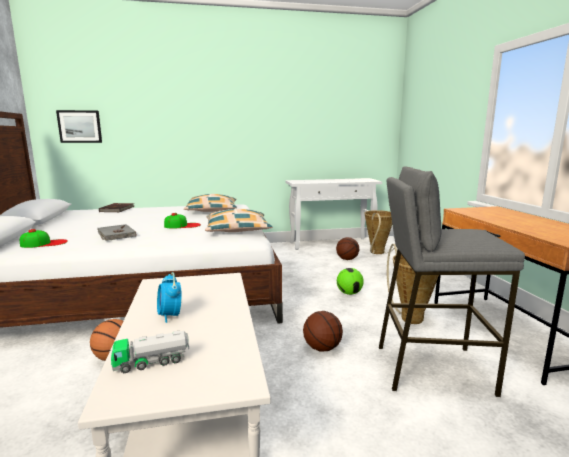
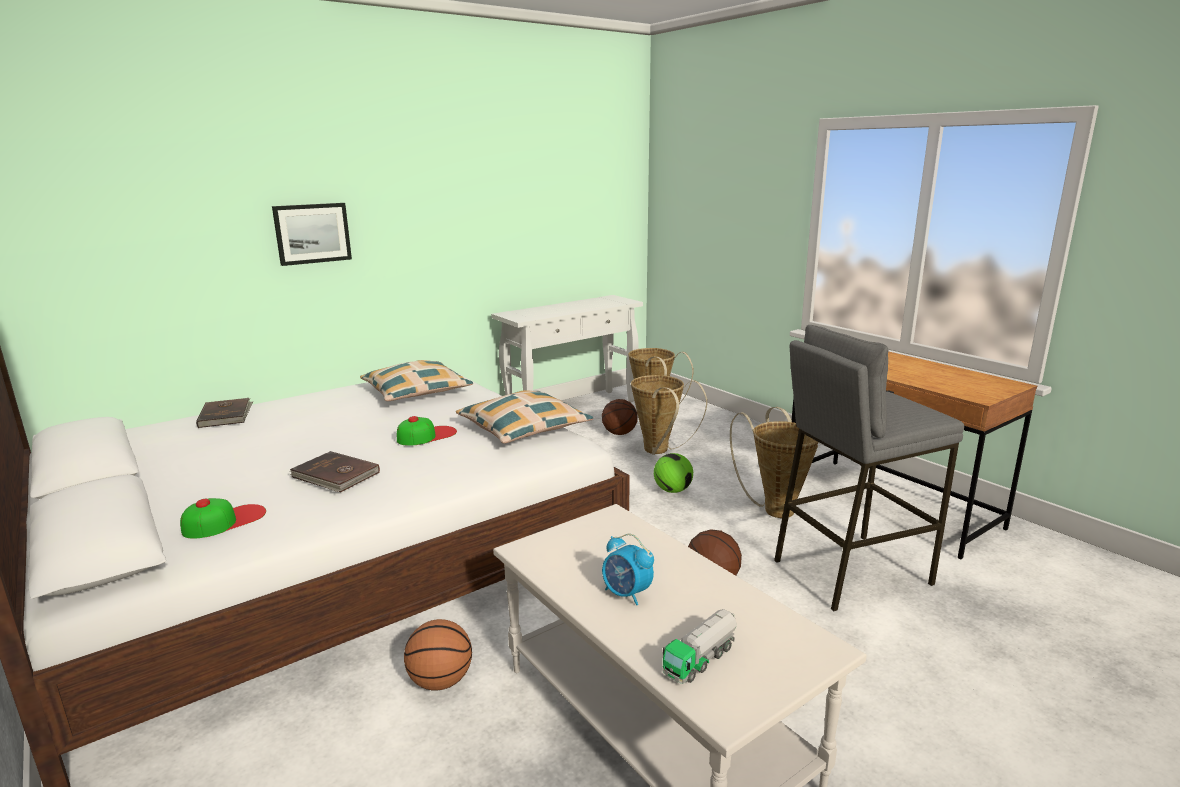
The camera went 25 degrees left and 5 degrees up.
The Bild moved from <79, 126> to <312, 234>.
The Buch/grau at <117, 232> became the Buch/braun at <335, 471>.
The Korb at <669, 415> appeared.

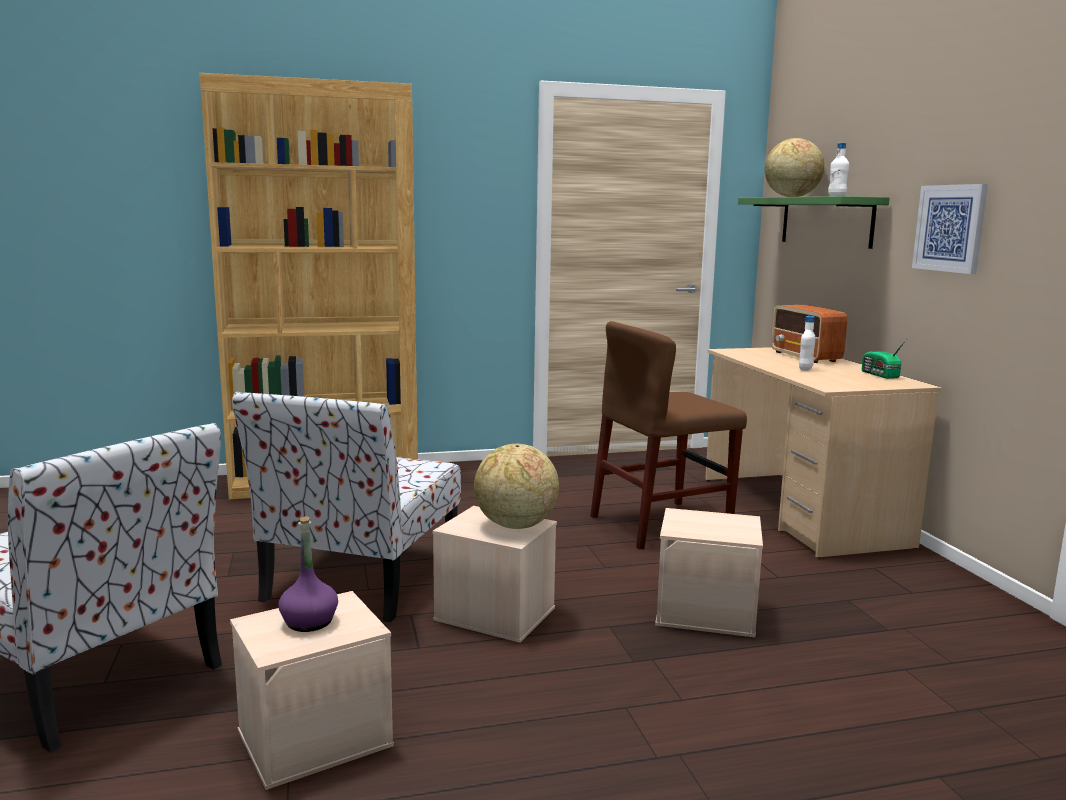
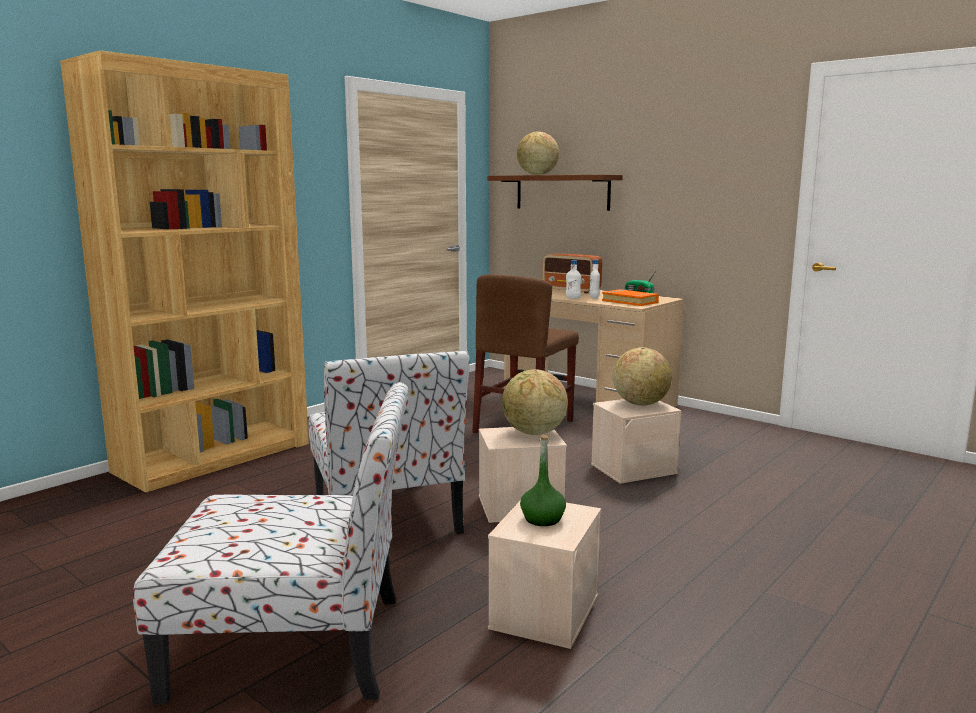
The camera went 35 degrees left and 0 degrees up.
The Flasche/lila at <308, 574> became the Flasche/grün at <543, 480>.
The Wandregal/grün at <814, 222> became the Wandregal/braun at <555, 193>.
The Flasche/weiß moved from <838, 169> to <573, 279>.
The Bild at <950, 229> disappeared.
The Buch/orange at <630, 297> appeared.
The Globus at <642, 376> appeared.

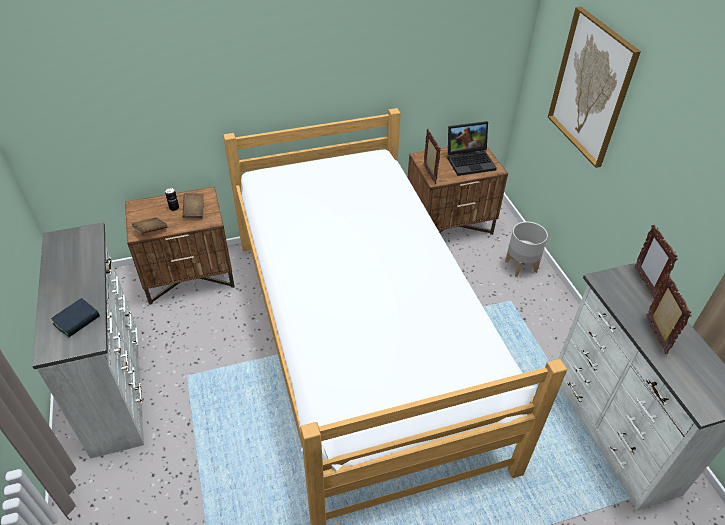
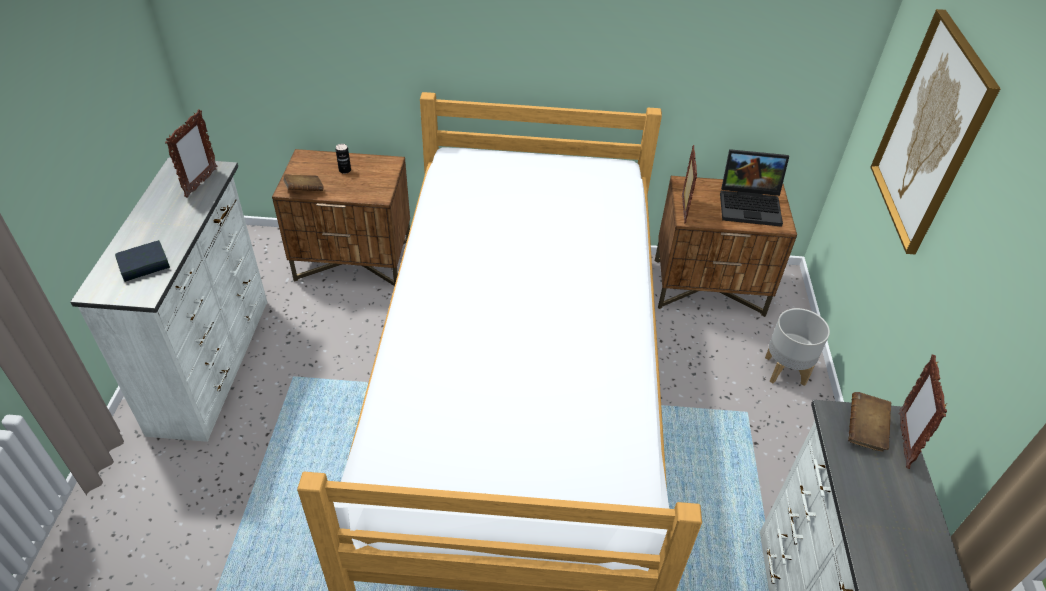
The camera went 20 degrees right and 0 degrees up.
The Buch/braun moved from <193, 206> to <869, 422>.
The Bilderrahmen moved from <669, 314> to <191, 153>.

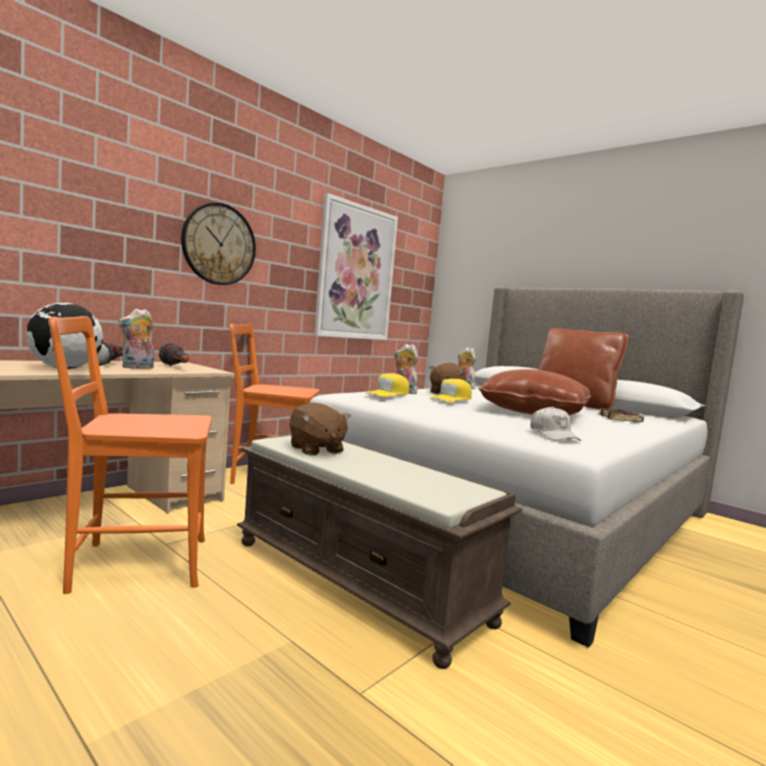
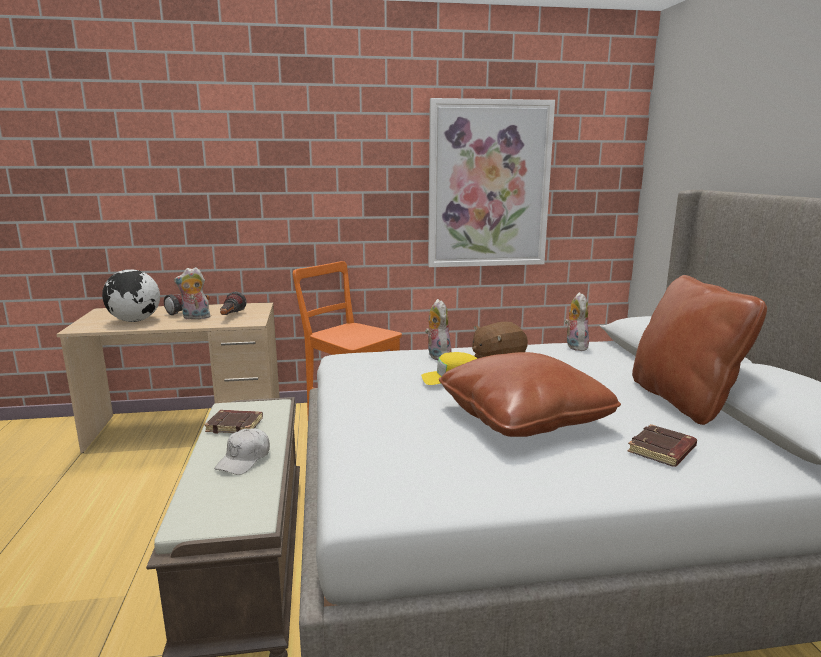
The camera went 40 degrees right and 10 degrees up.
The Stuhl/orange at <130, 455> disappeared.
The Wanduhr at <218, 244> disappeared.
The Plüschtier/braun at <320, 429> was replaced by the Buch/braun at <233, 421>.
The Kappe/gelb at <387, 385> disappeared.
The Kappe/weiß moved from <555, 423> to <242, 452>.

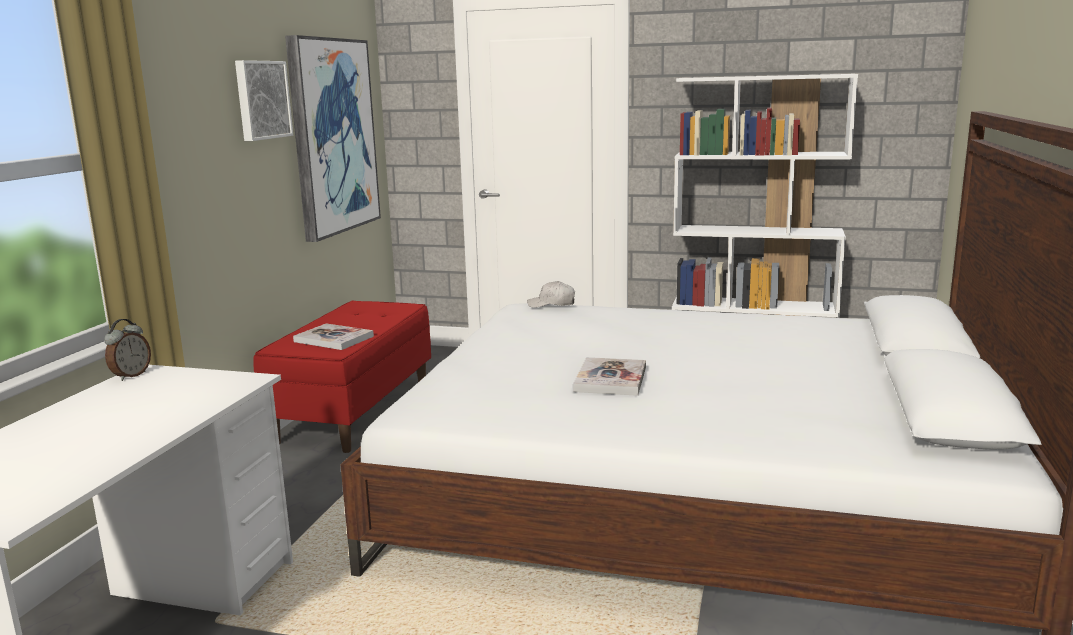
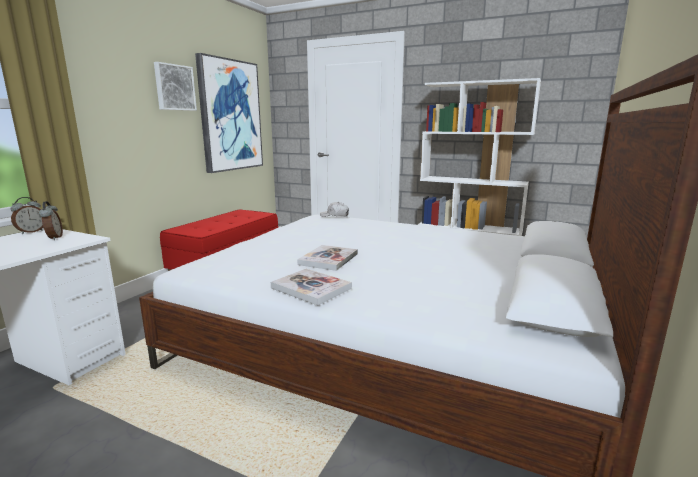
The camera went 10 degrees right and 0 degrees up.
The Buch moved from <333, 336> to <311, 287>.
The Wecker at <51, 220> appeared.

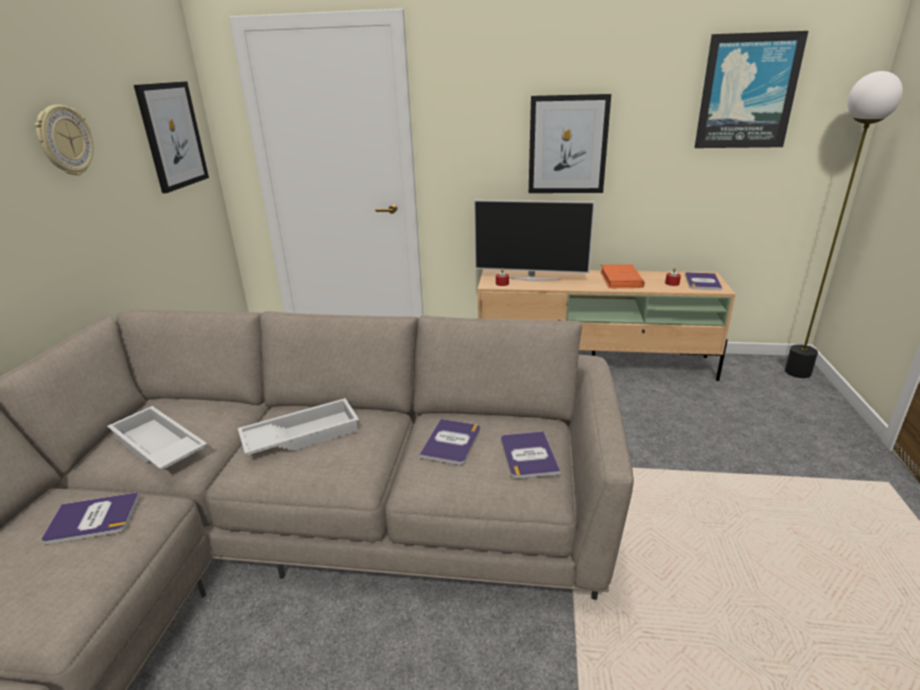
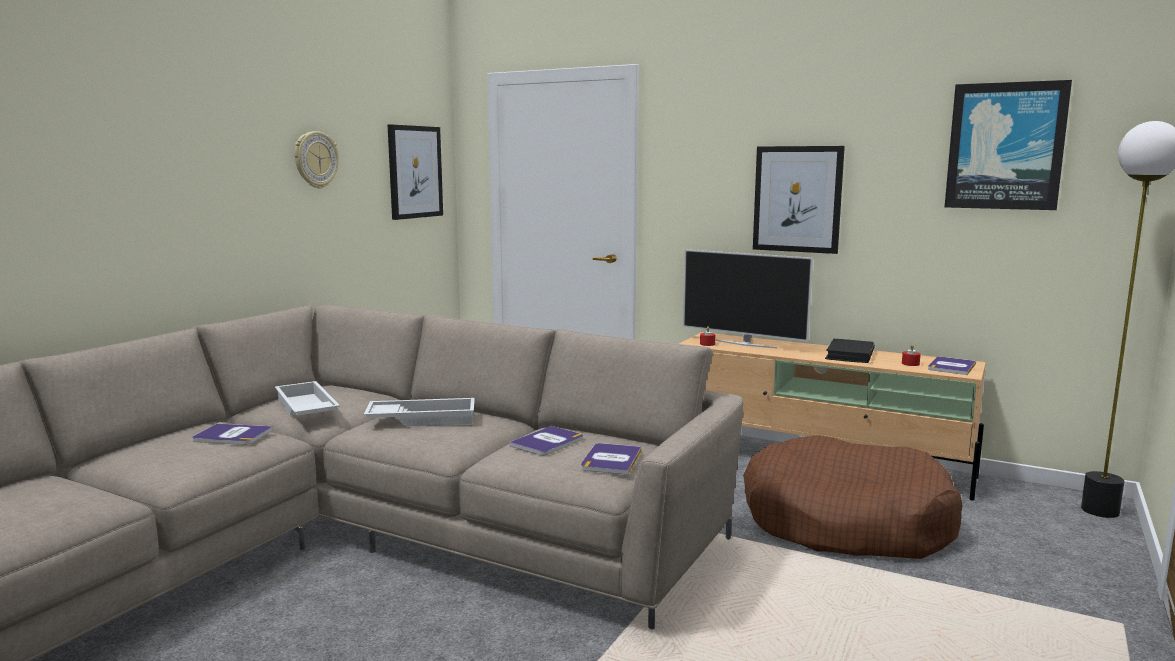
The camera went 20 degrees right and 15 degrees down.
The Buch/orange at <622, 276> became the Buch/schwarz at <850, 351>.
The Hundebett/braun at <853, 497> appeared.

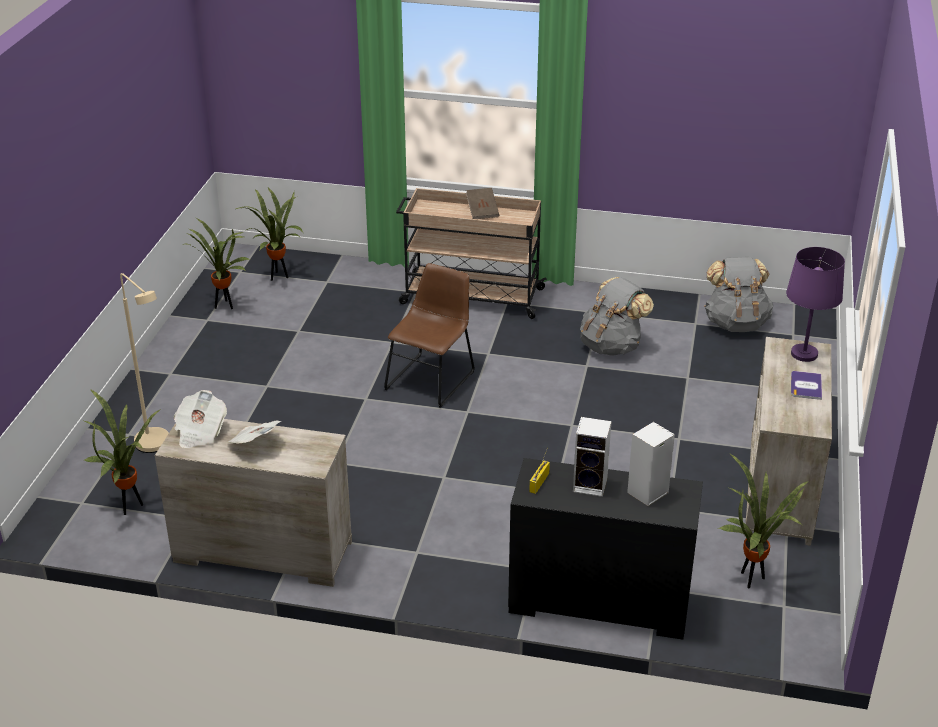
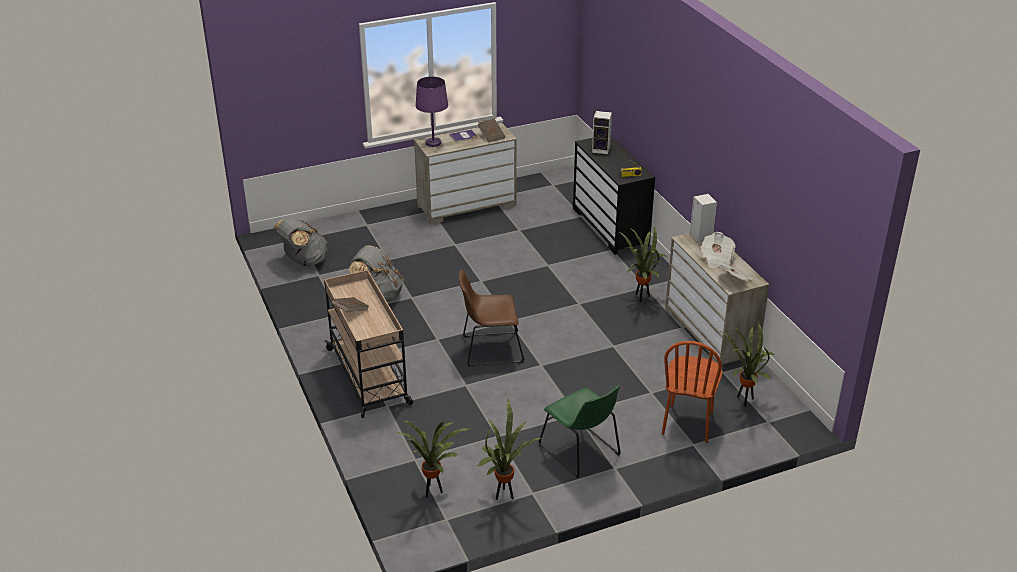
The camera went 125 degrees left and 0 degrees up.
The Stehlampe/beige at <144, 363> was replaced by the Stuhl/braun at <692, 392>.
The Lautsprecher moved from <592, 457> to <703, 218>.
The Topfpflanze moved from <763, 520> to <643, 264>.
The Buch/braun at <491, 130> appeared.
The Stuhl/grün at <580, 431> appeared.

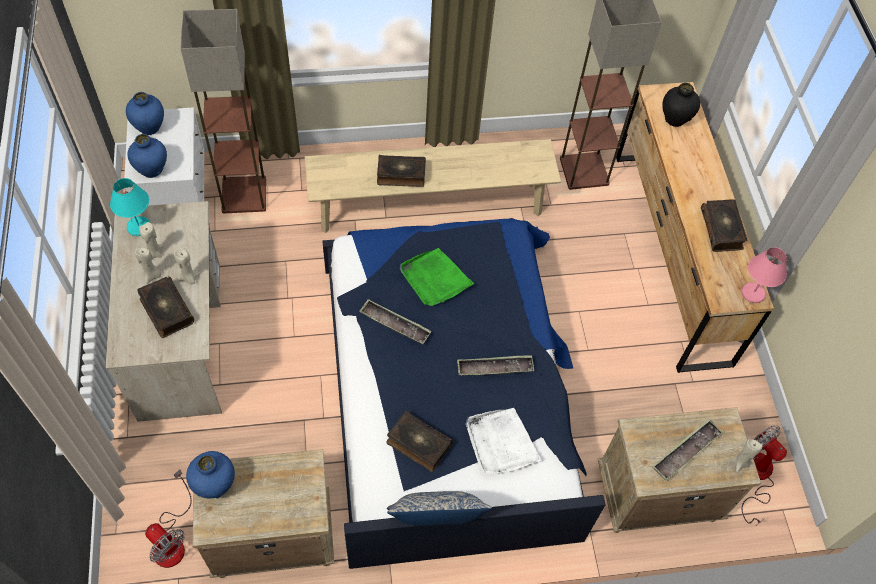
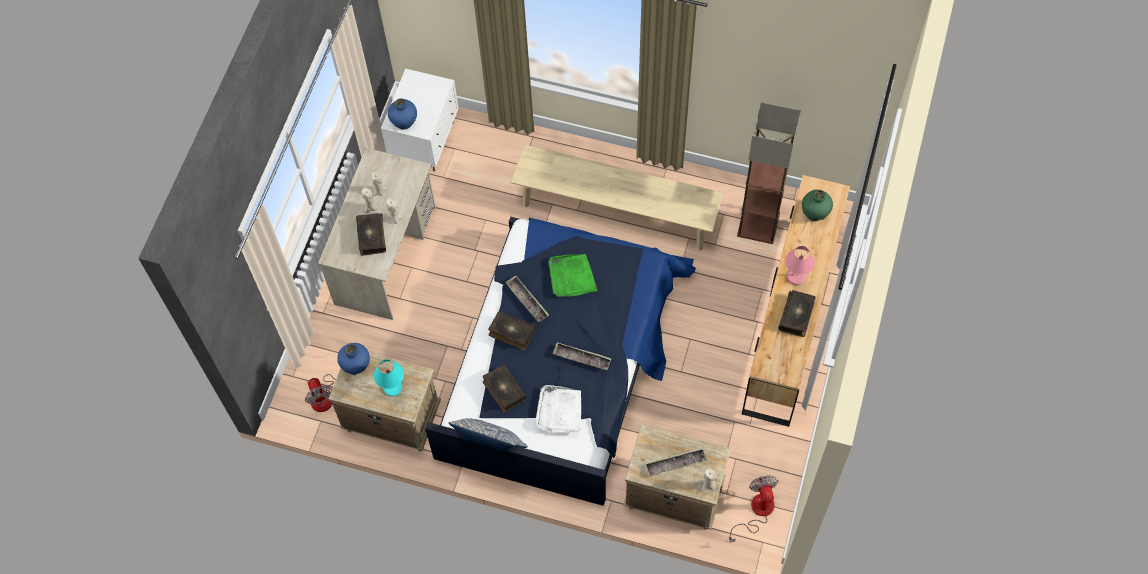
The camera went 30 degrees right and 5 degrees up.
The Tischlampe/türkis moved from <130, 207> to <389, 378>.
The Vase/blau at <145, 113> disappeared.
The Stehlampe at <223, 111> disappeared.
The Buch moved from <401, 171> to <512, 330>.
The Vase/schwarz at <681, 105> became the Vase/grün at <817, 205>.
The Tischlampe/rosa moved from <764, 275> to <800, 265>.

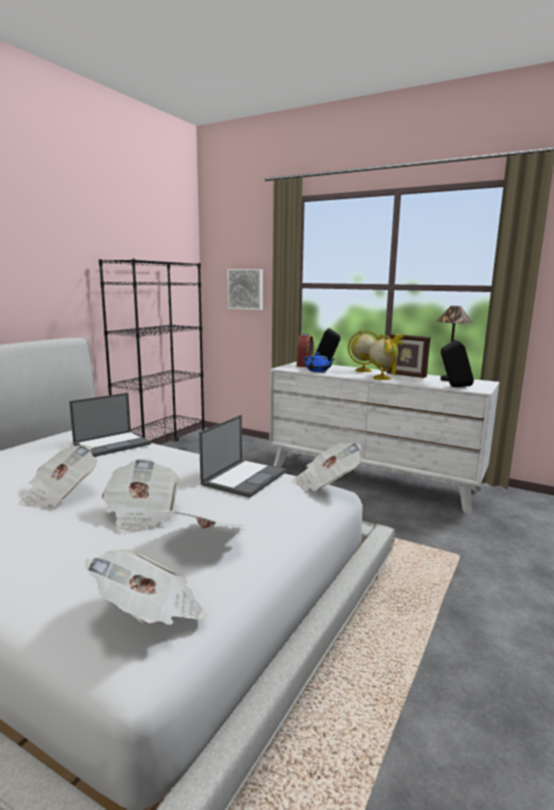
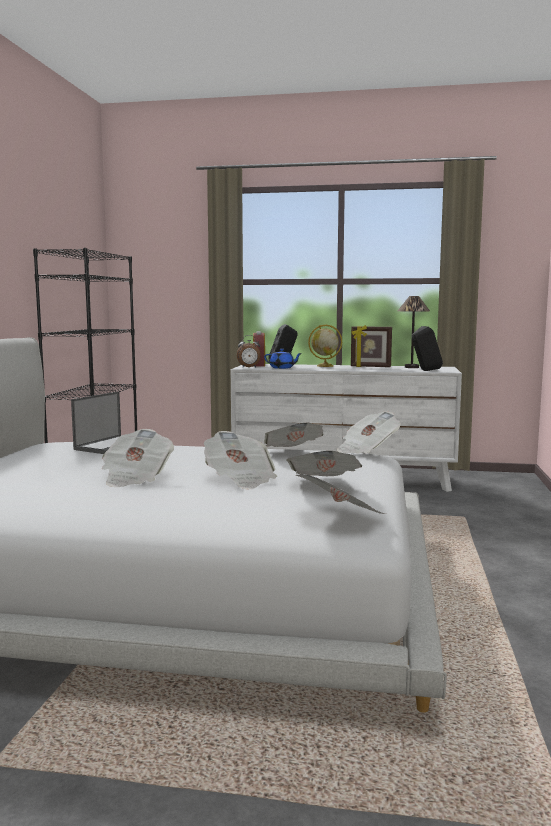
The camera went 20 degrees left and 5 degrees down.
The Laptop at <243, 456> was replaced by the Zeitung at <294, 435>.
The Bild at <245, 289> disappeared.
The Globus at <383, 357> disappeared.
The Wecker at <249, 351> appeared.

